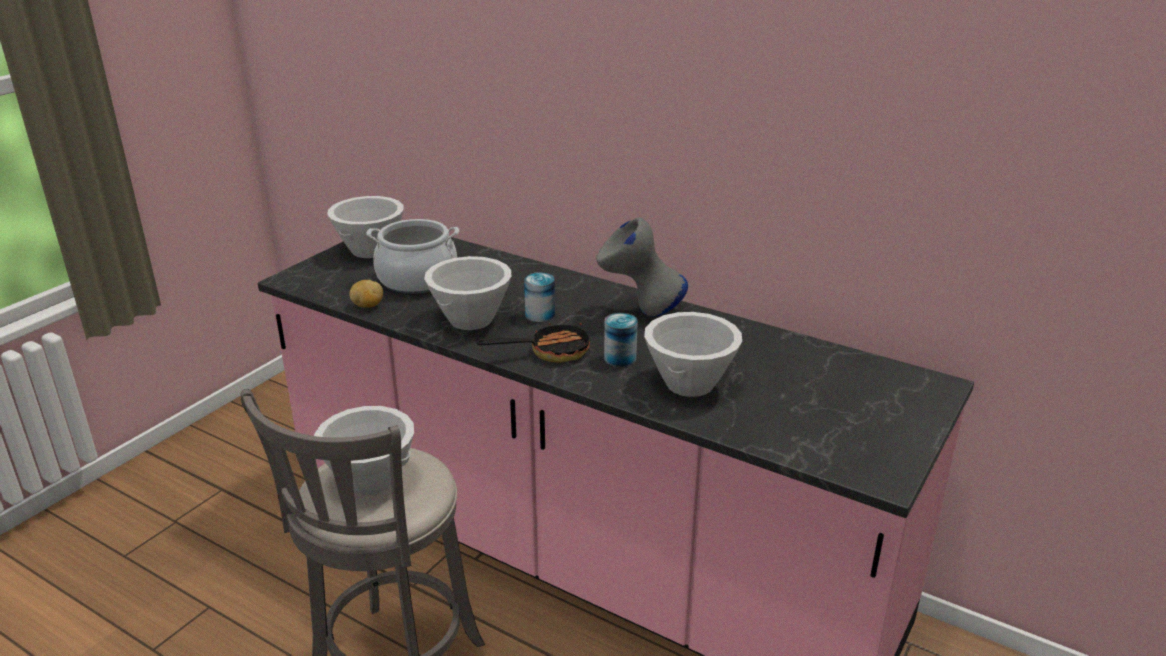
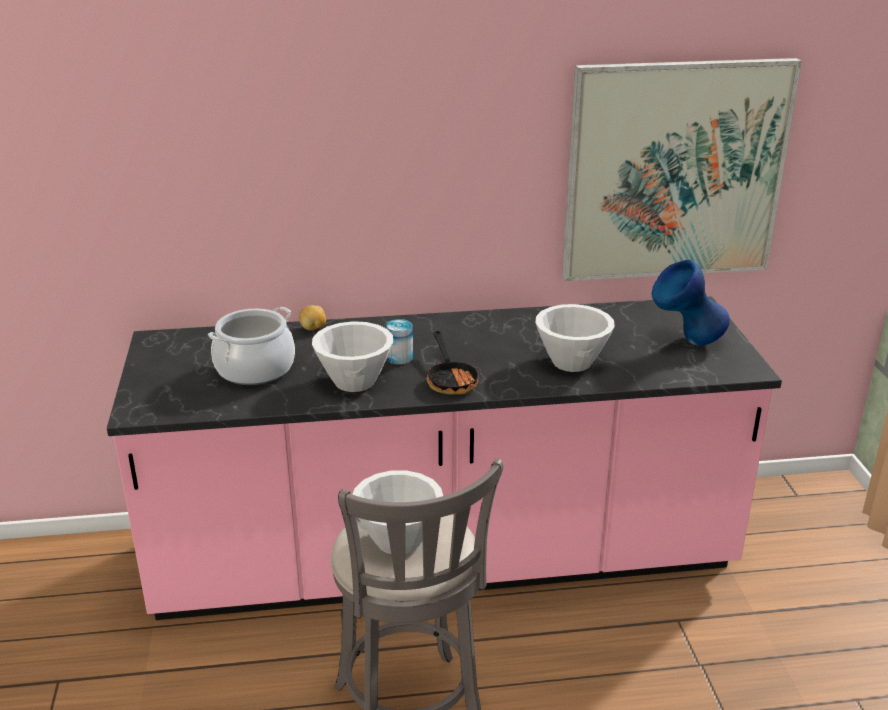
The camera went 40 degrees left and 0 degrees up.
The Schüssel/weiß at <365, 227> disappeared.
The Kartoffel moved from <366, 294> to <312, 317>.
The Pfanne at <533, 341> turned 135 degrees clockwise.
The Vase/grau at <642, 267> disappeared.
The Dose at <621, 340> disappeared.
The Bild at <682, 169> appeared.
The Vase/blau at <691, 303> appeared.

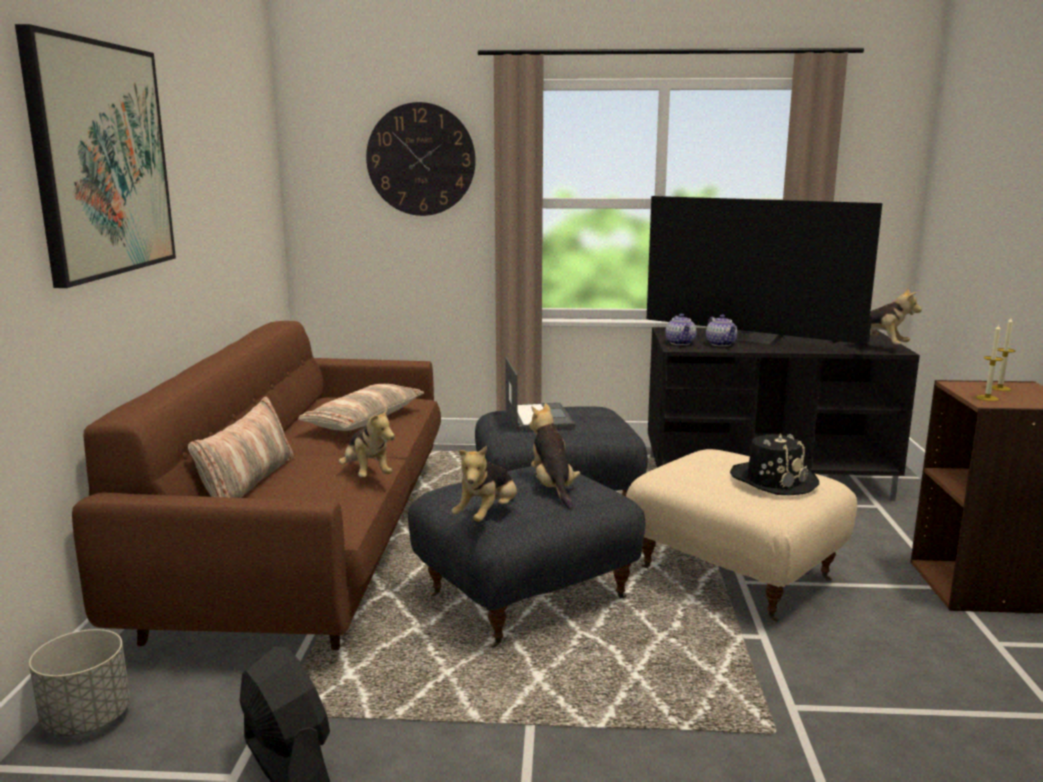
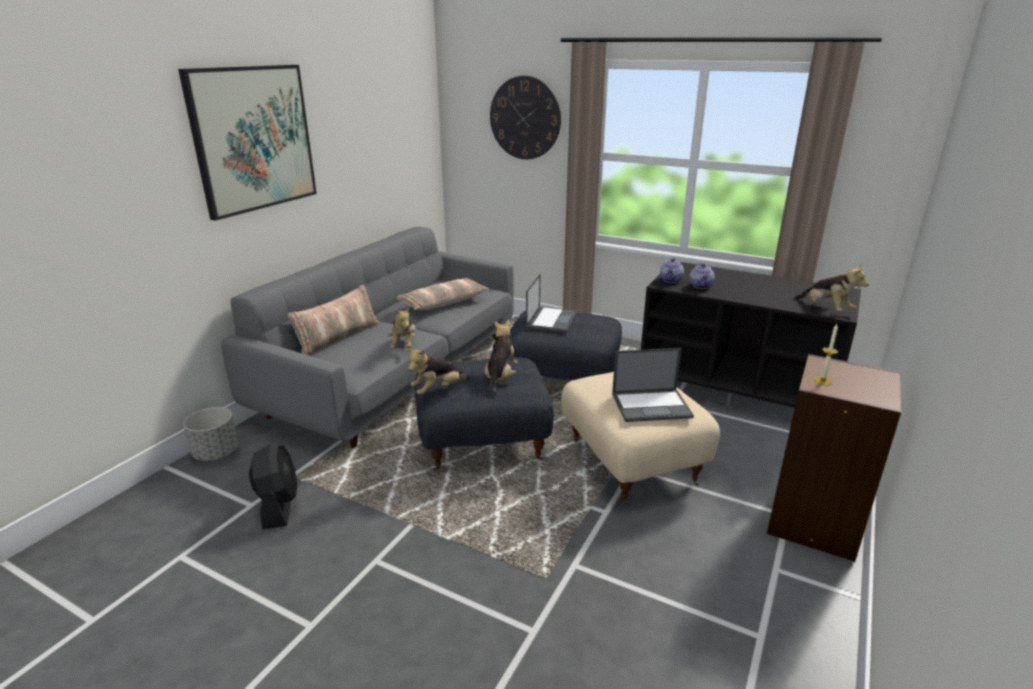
The camera went 25 degrees right and 10 degrees up.
The Sofa/braun at <256, 485> became the Sofa/grau at <367, 337>.
The Fernseher at <764, 270> disappeared.
The Hut/schwarz at <774, 464> was replaced by the Laptop at <653, 385>.
The Kerze at <1003, 354> disappeared.

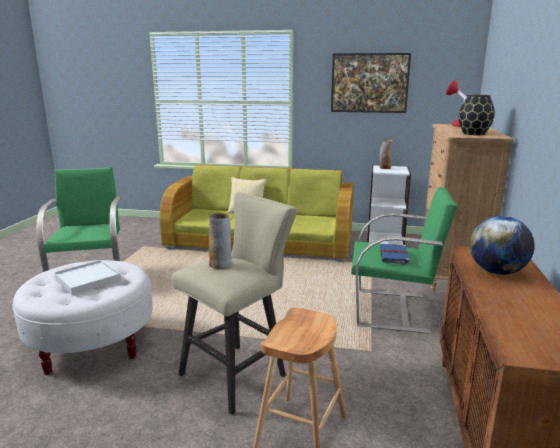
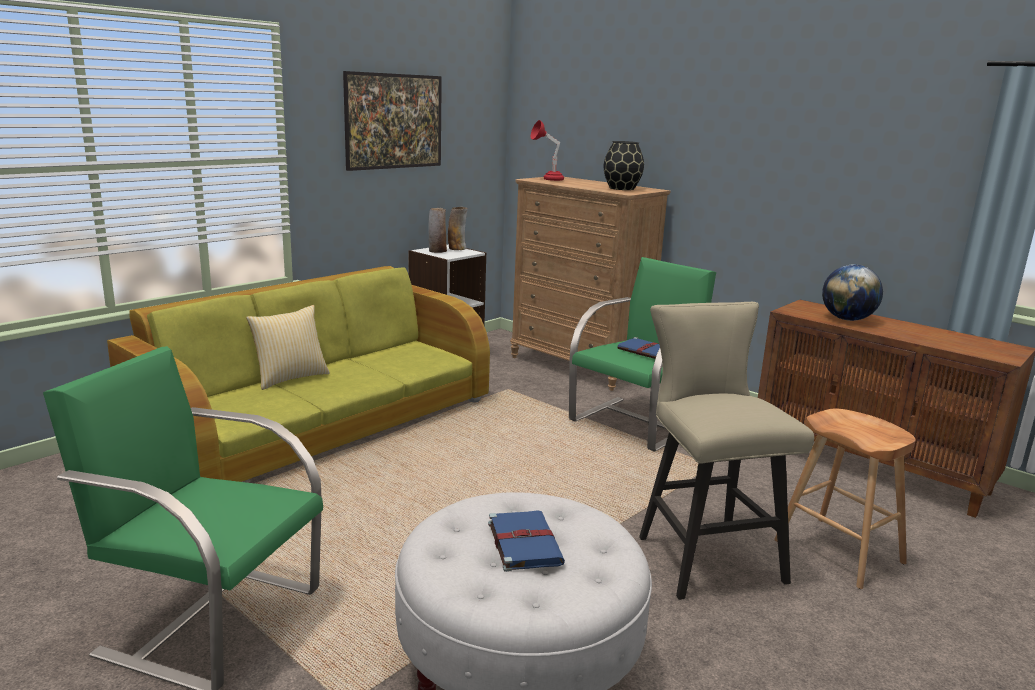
The camera went 60 degrees left and 0 degrees up.
The Tablett/weiß at <87, 277> was replaced by the Buch/blau at <526, 541>.
The Vase moved from <220, 241> to <458, 228>.

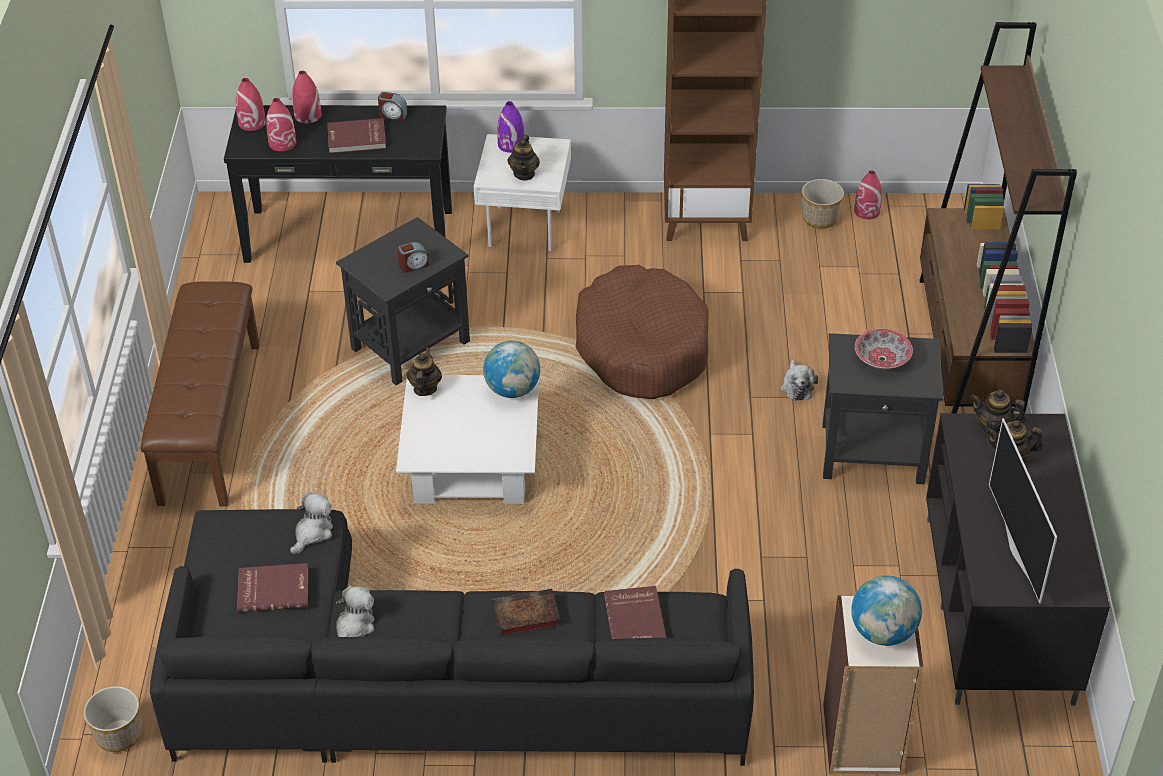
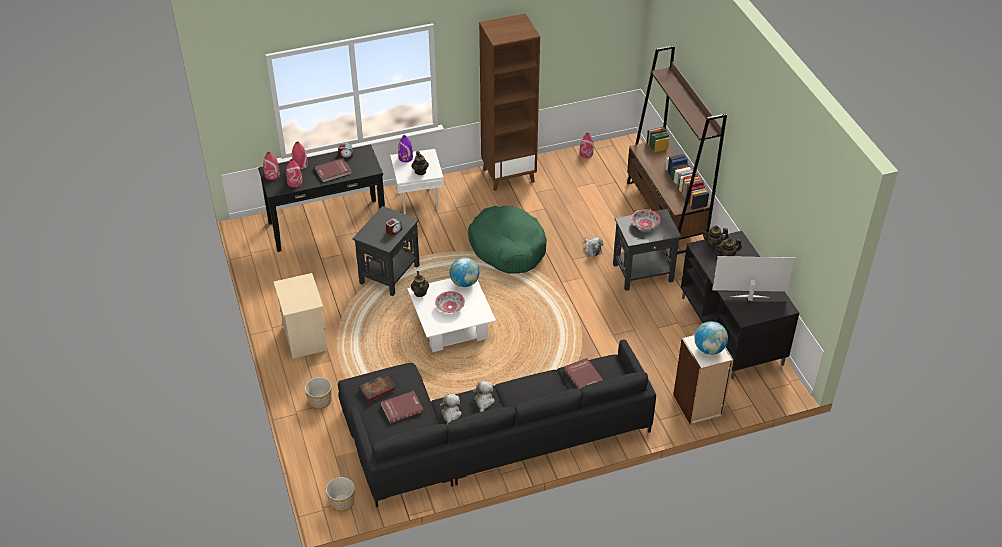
The camera went 20 degrees left and 0 degrees up.
The Bank/braun at <200, 394> was replaced by the Nachttisch/beige at <300, 316>.
The Plüschtier moved from <311, 523> to <484, 396>.
The Buch moved from <526, 613> to <377, 388>.
The Hundebett/braun at <642, 332> became the Hundebett/grün at <507, 239>.
The Pflanzkübel moved from <823, 204> to <318, 393>.
The Fernseher at <1023, 511> turned 120 degrees clockwise.
The Schüssel at <450, 302> appeared.

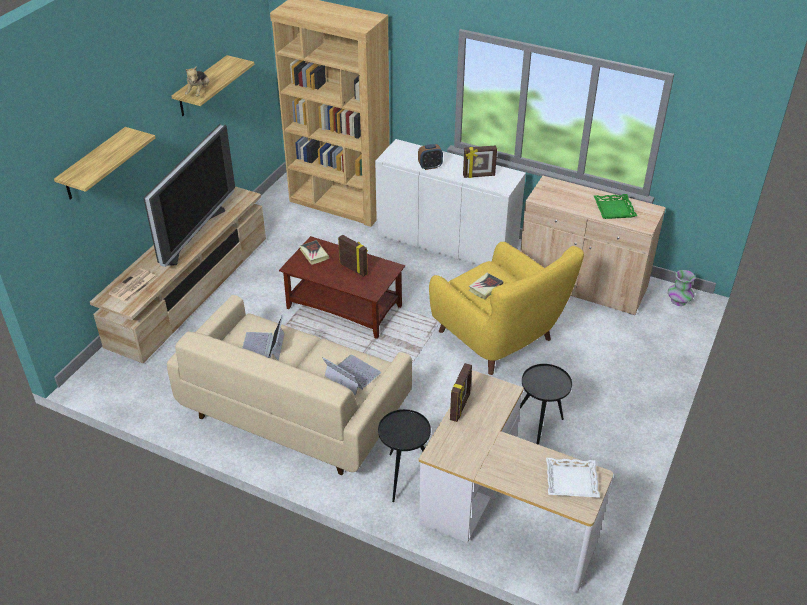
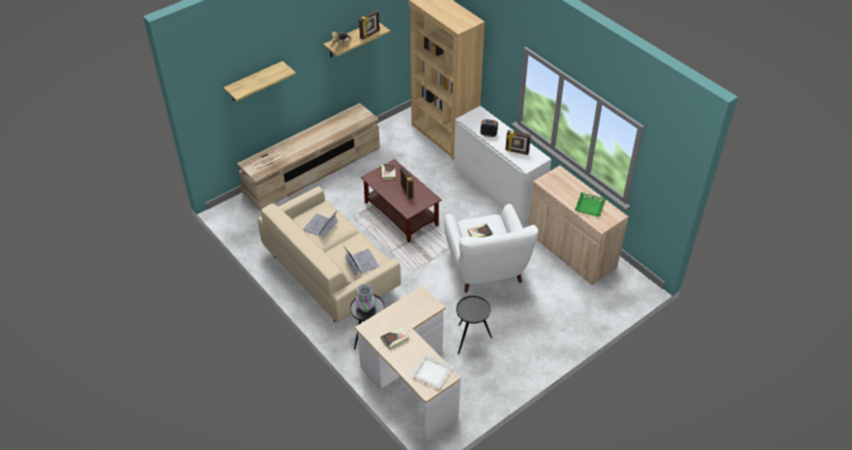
The camera went 25 degrees right and 5 degrees up.
The Fernseher at <189, 195> disappeared.
The Sessel/gelb at <506, 308> became the Sessel/weiß at <491, 248>.
The Bilderrahmen moved from <461, 392> to <369, 25>.
The Vase moved from <681, 288> to <365, 298>.
The Buch at <395, 338> appeared.

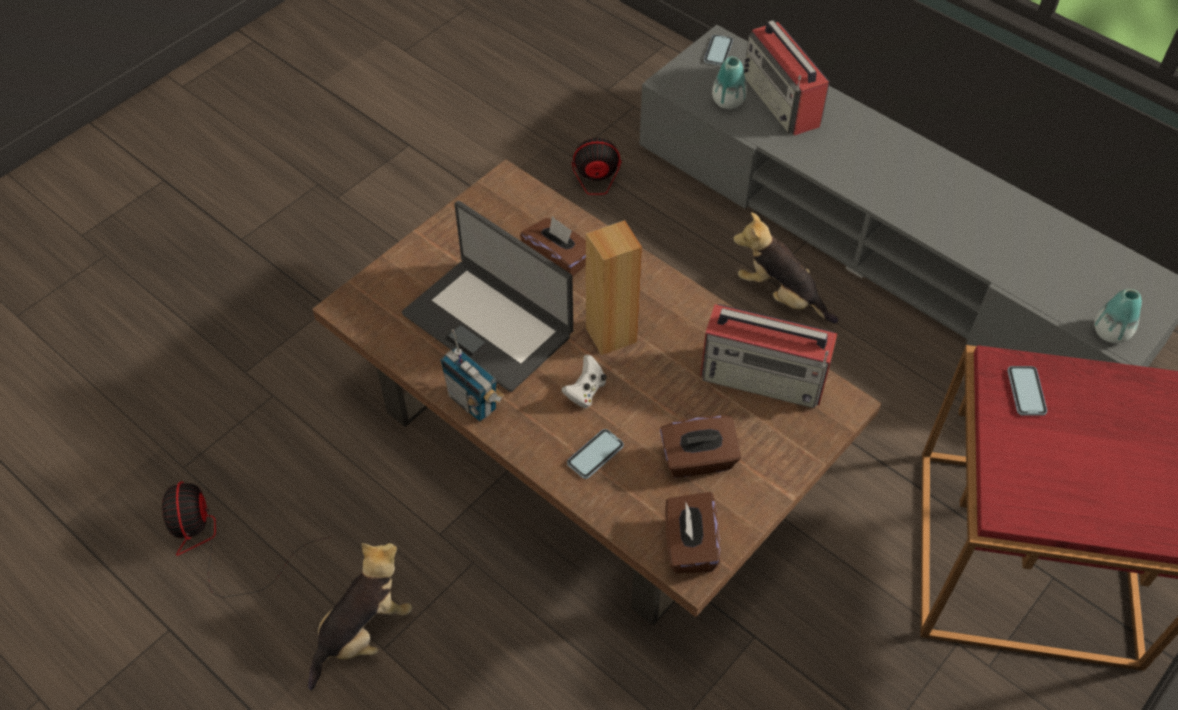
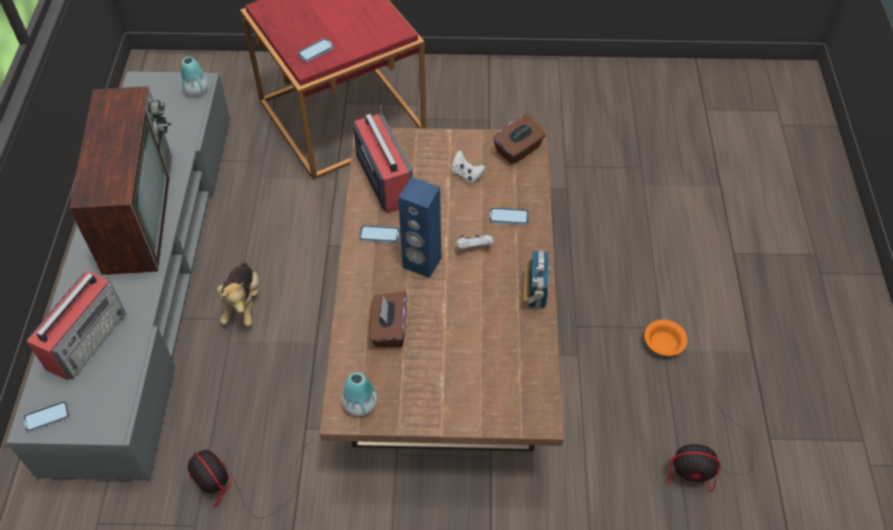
The camera went 130 degrees left and 0 degrees up.
The Ventilator at <246, 539> turned 60 degrees clockwise.
The Plüschtier at <360, 617> was replaced by the Schüssel/orange at <665, 338>.
The Laptop at <487, 296> disappeared.
The Lautsprecher/braun at <614, 287> became the Lautsprecher/blau at <420, 227>.
The Taschentuchbox/braun at <700, 446> was replaced by the Gamepad/weiß at <468, 167>.
The Vase moved from <729, 83> to <359, 394>.
The Fernseher at <120, 180> appeared.
The Handy at <379, 234> appeared.

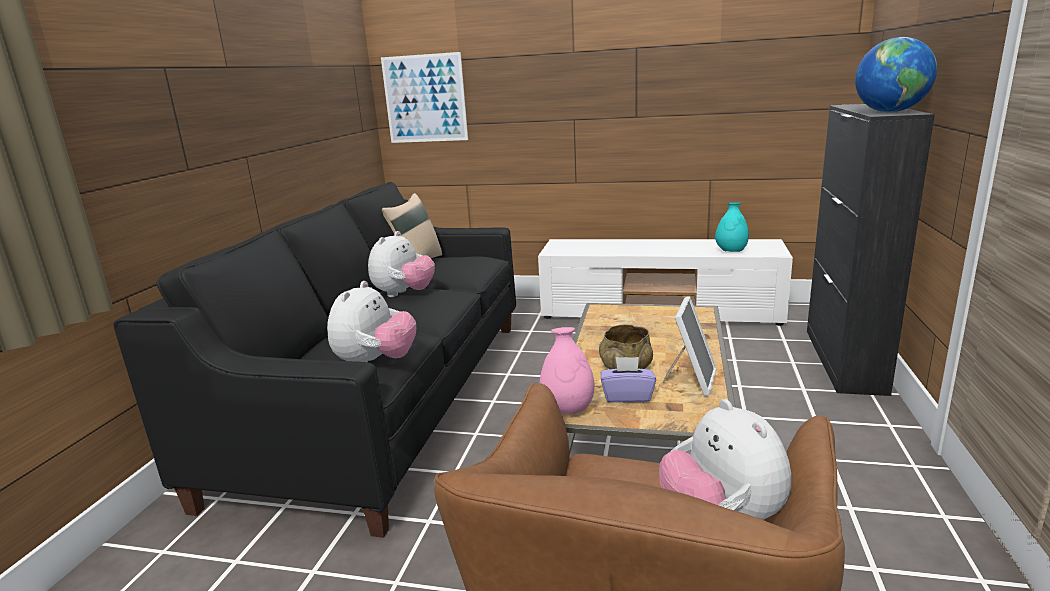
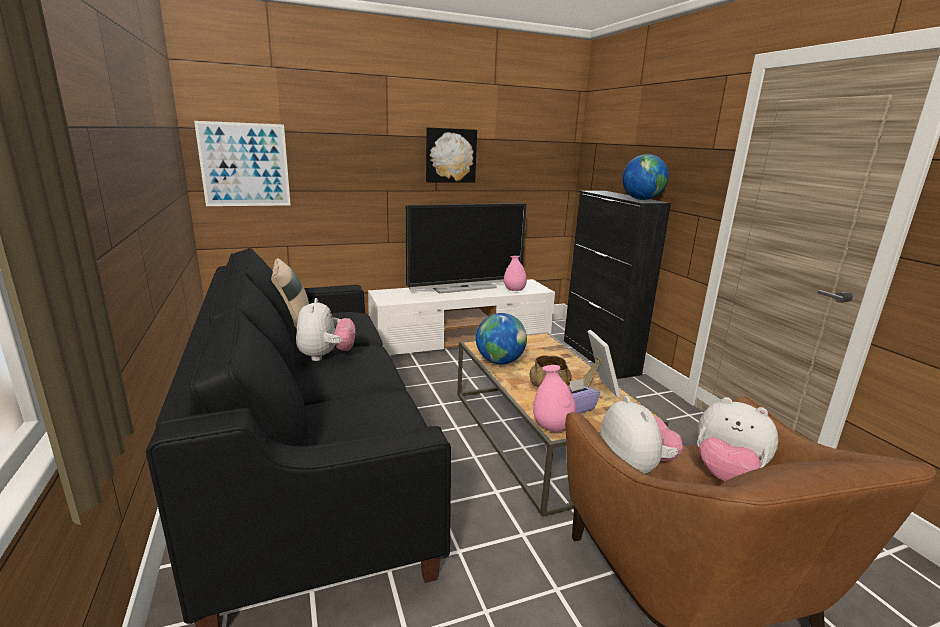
The camera went 35 degrees left and 0 degrees up.
The Plüschtier moved from <371, 321> to <641, 434>.
The Vase/türkis at <732, 227> became the Vase/rosa at <515, 273>.
The Fernseher at <466, 248> appeared.
The Bild at <451, 155> appeared.
The Globus at <501, 338> appeared.

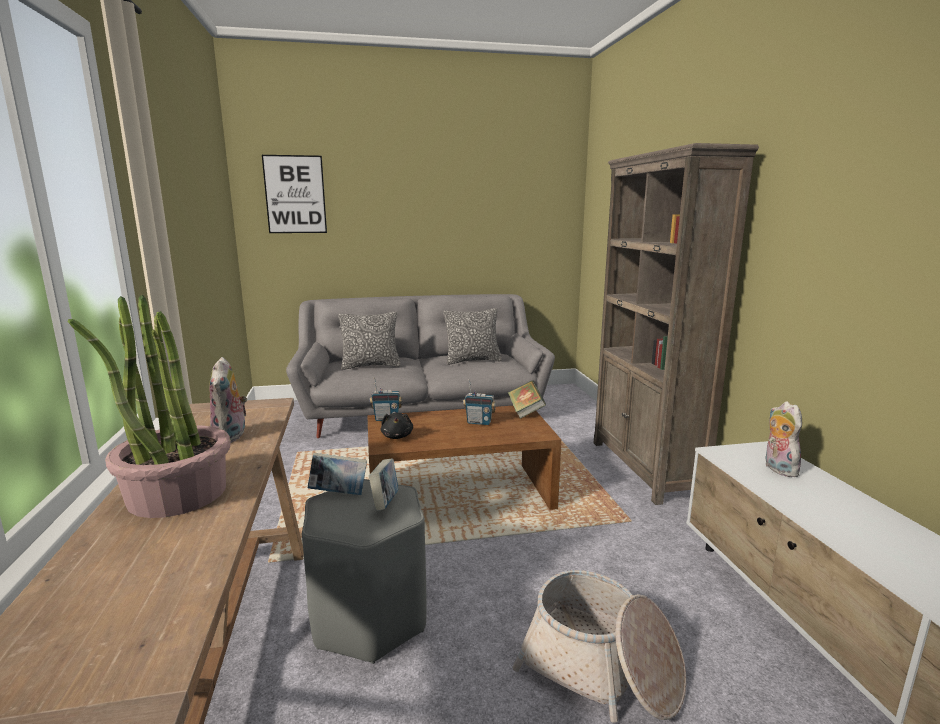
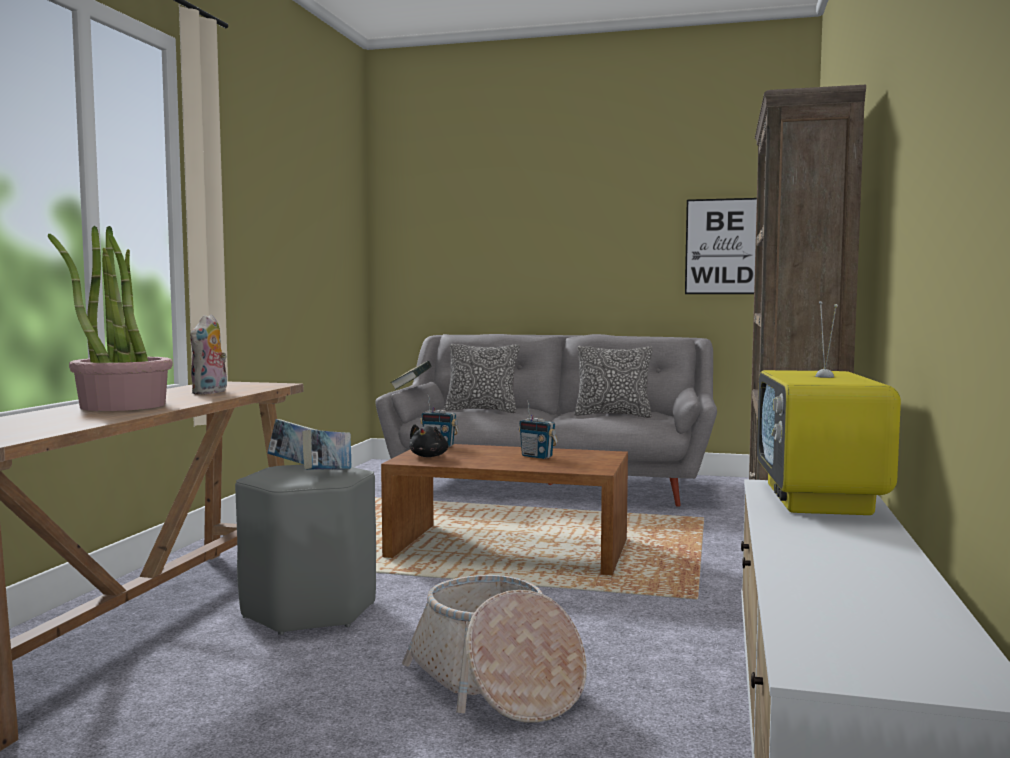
The camera went 25 degrees right and 10 degrees down.
The Bild moved from <294, 194> to <721, 246>.
The Buch moved from <527, 399> to <411, 375>.
The Plüschtier at <783, 439> was replaced by the Fernseher at <829, 408>.

